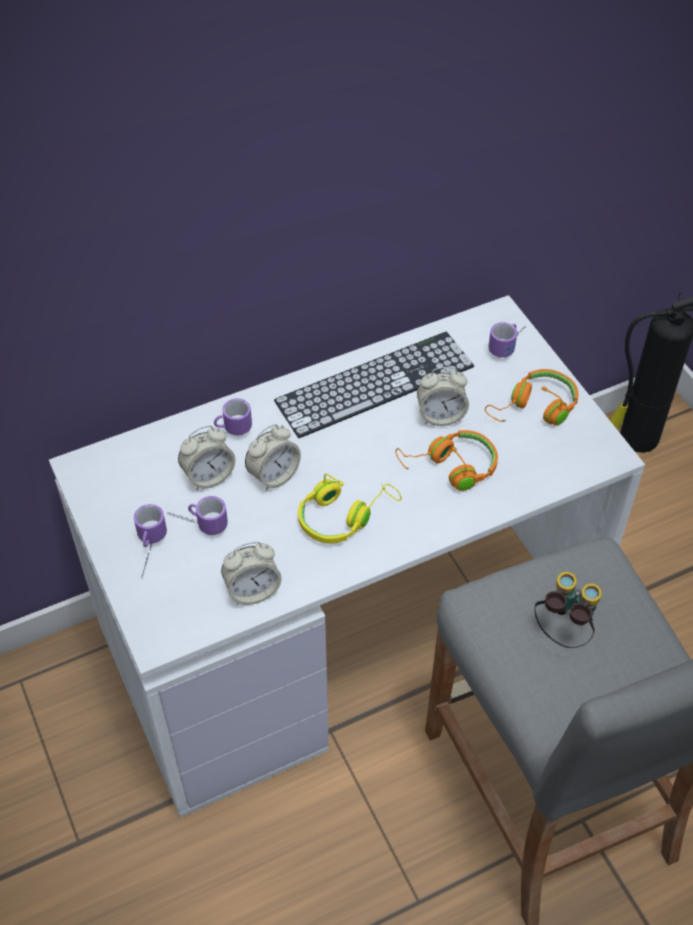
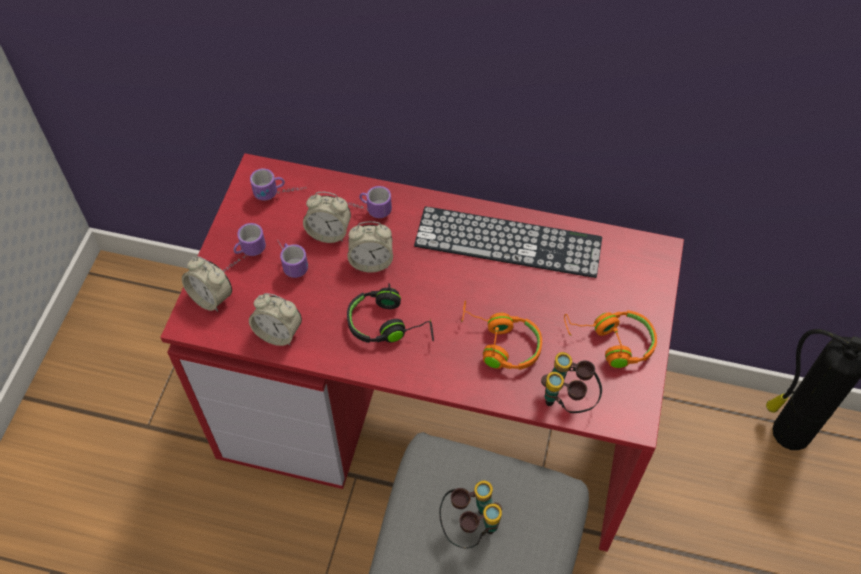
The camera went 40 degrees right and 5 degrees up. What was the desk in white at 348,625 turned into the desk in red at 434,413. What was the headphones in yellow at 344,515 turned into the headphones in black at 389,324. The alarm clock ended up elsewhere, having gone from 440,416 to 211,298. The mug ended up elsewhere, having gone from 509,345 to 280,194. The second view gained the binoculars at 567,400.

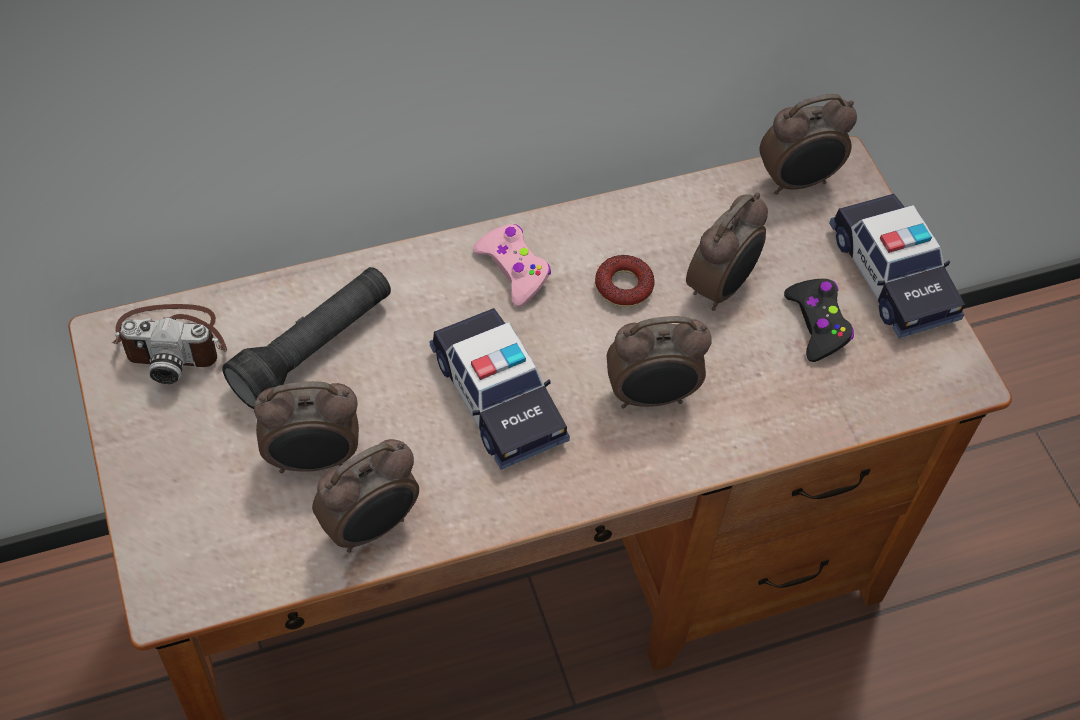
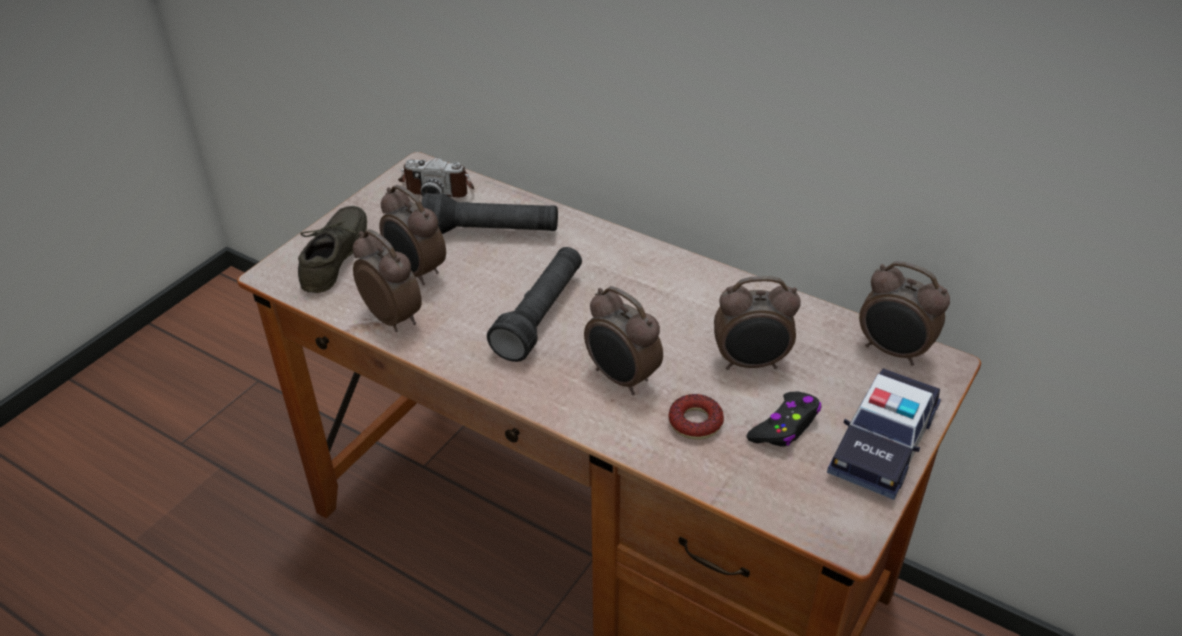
The camera went 55 degrees right and 15 degrees down. The photo camera at 173,342 ended up facing another way, 45 degrees counterclockwise from before. The alarm clock at 371,527 ended up facing another way, 150 degrees counterclockwise from before. Where the toy car stood at 498,397, the flashlight in black came to stand at 541,315. The second view lost the game controller in pink at 513,269. The donut ended up elsewhere, having gone from 624,286 to 695,422. The second view gained the shoe in grey at 339,258.

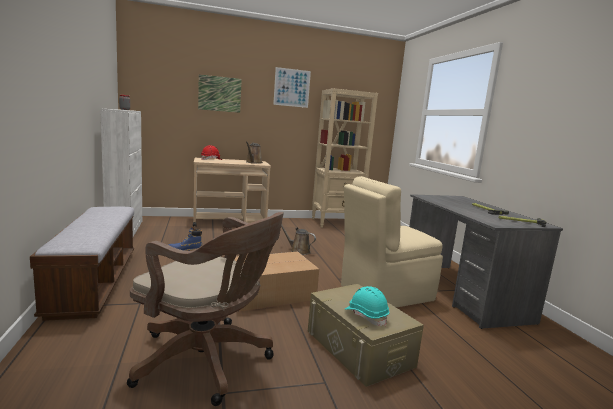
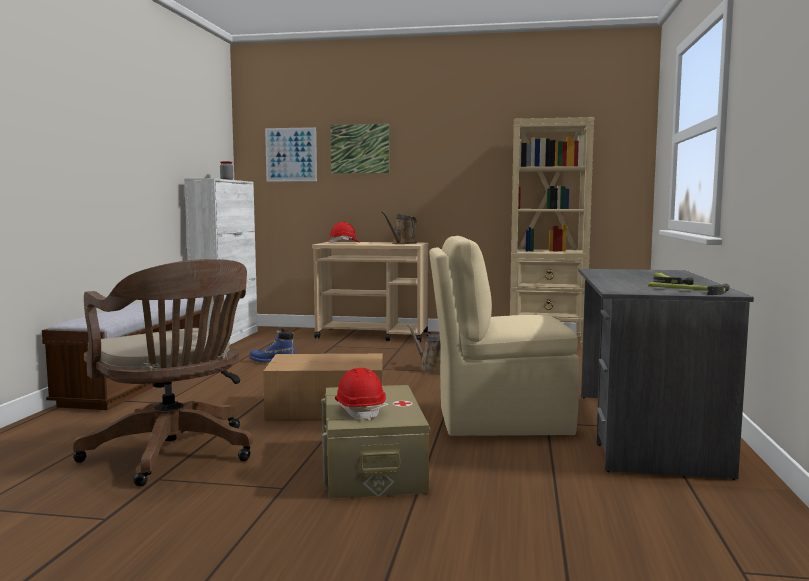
The camera went 25 degrees right and 5 degrees down. The picture ended up elsewhere, having gone from 292,87 to 291,154. What was the hard hat in turquoise at 366,316 turned into the hard hat in red at 360,410.

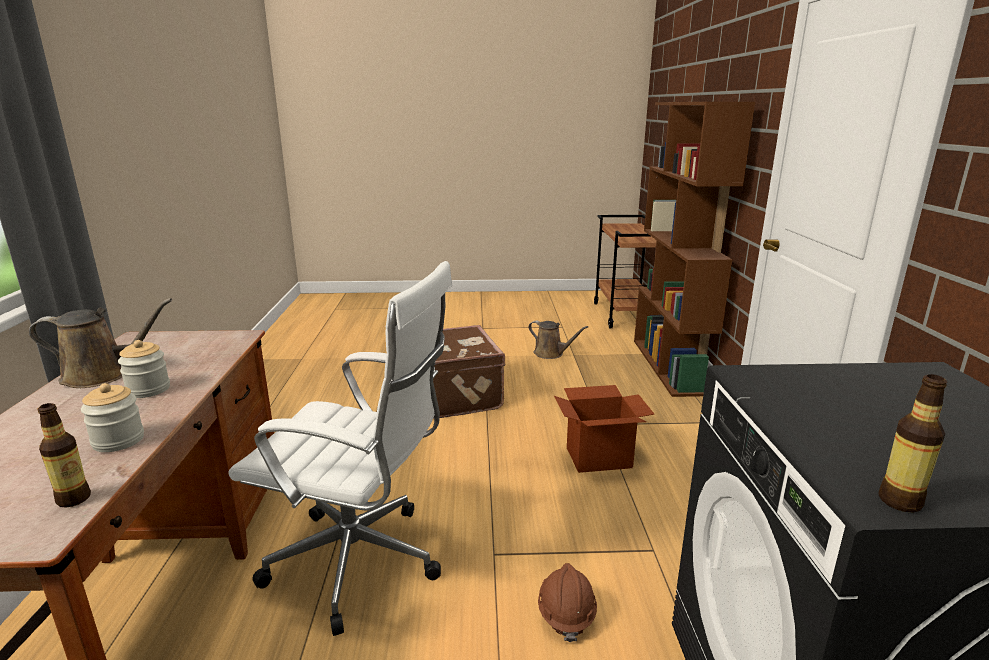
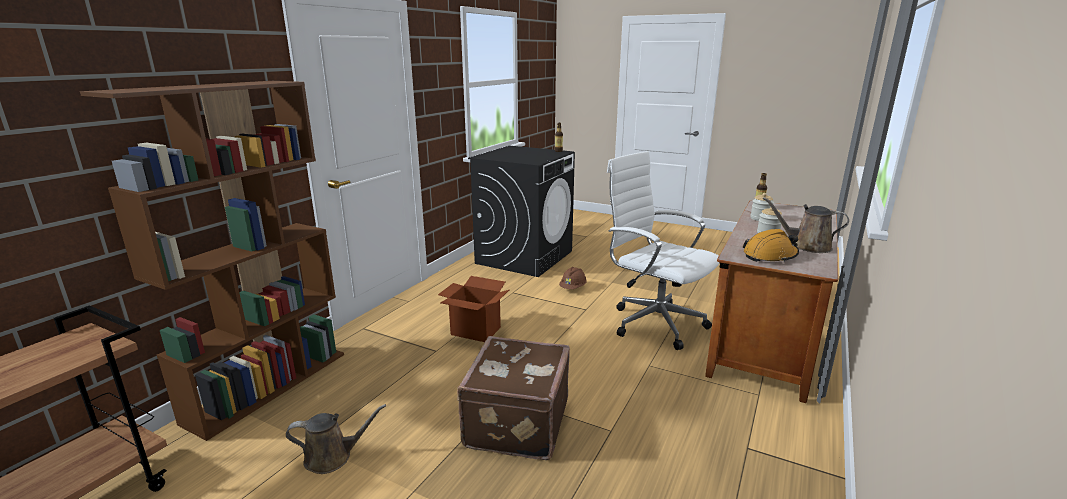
The camera went 150 degrees left and 0 degrees up. The watering can in brown at 551,354 ended up facing another way, 105 degrees clockwise from before. The second view gained the hard hat in orange at 770,256.

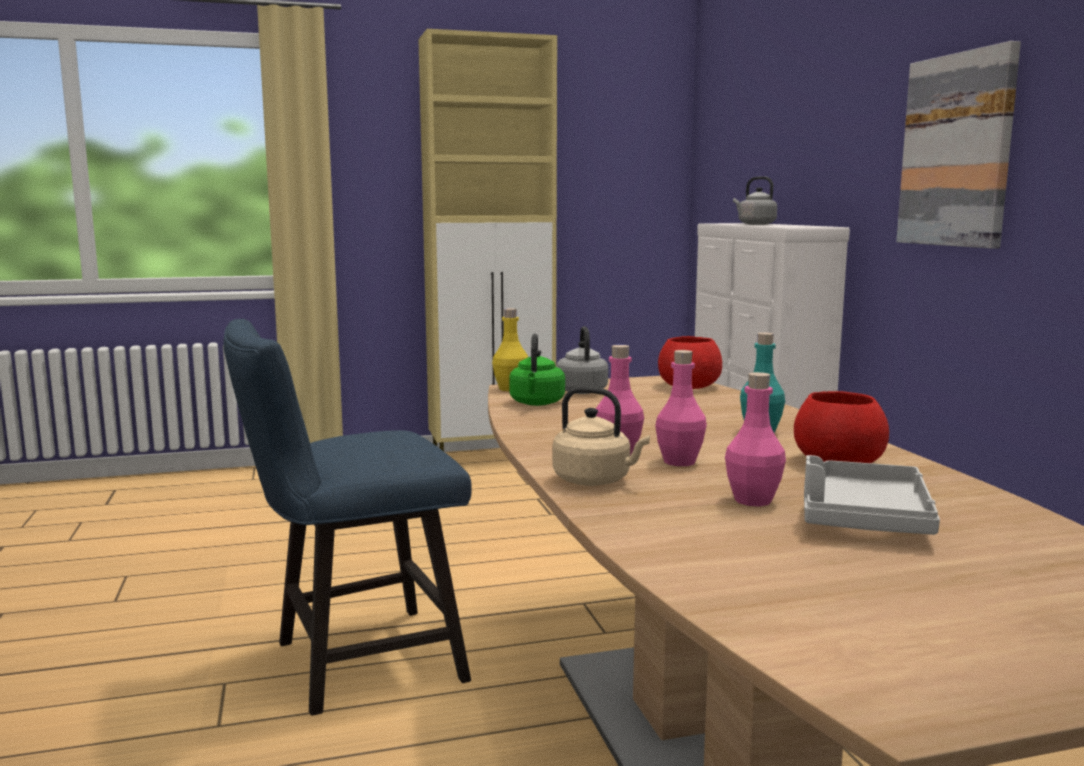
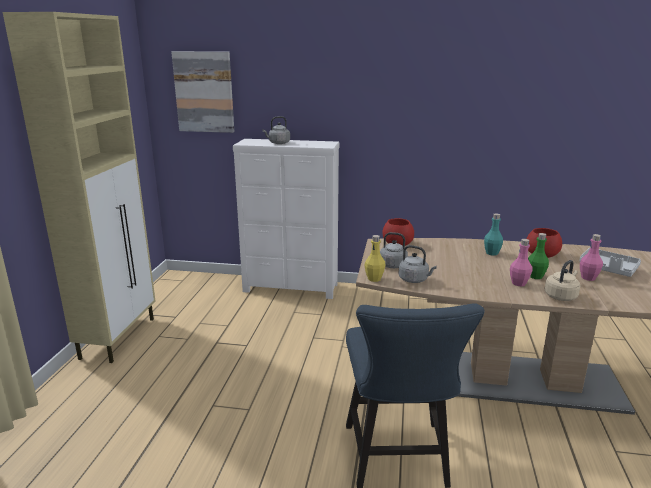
The camera went 65 degrees left and 10 degrees up. What was the kettle in green at 536,403 turned into the kettle in grey at 414,280. What was the bottle in pink at 679,462 turned into the bottle in green at 535,276. The picture ended up elsewhere, having gone from 957,151 to 204,92.

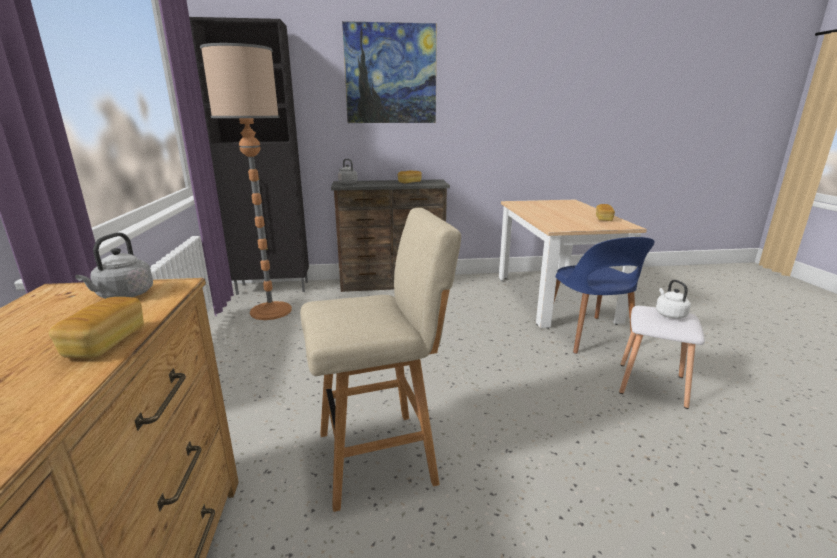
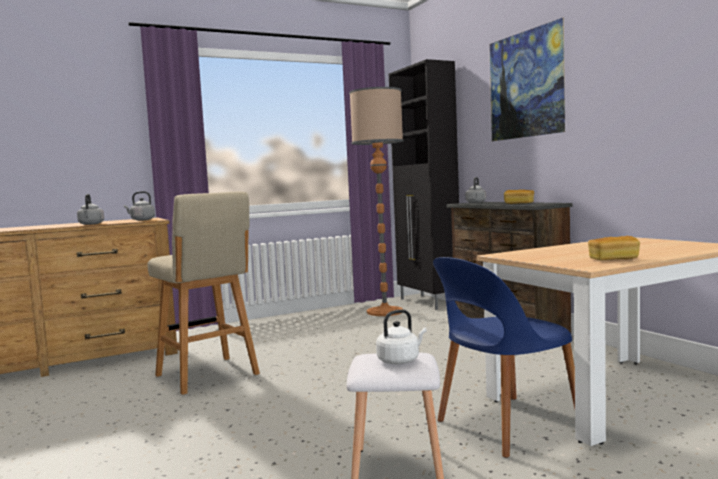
The camera went 70 degrees right and 15 degrees down. Where the bread stood at 106,343, the kettle in grey came to stand at 91,224.

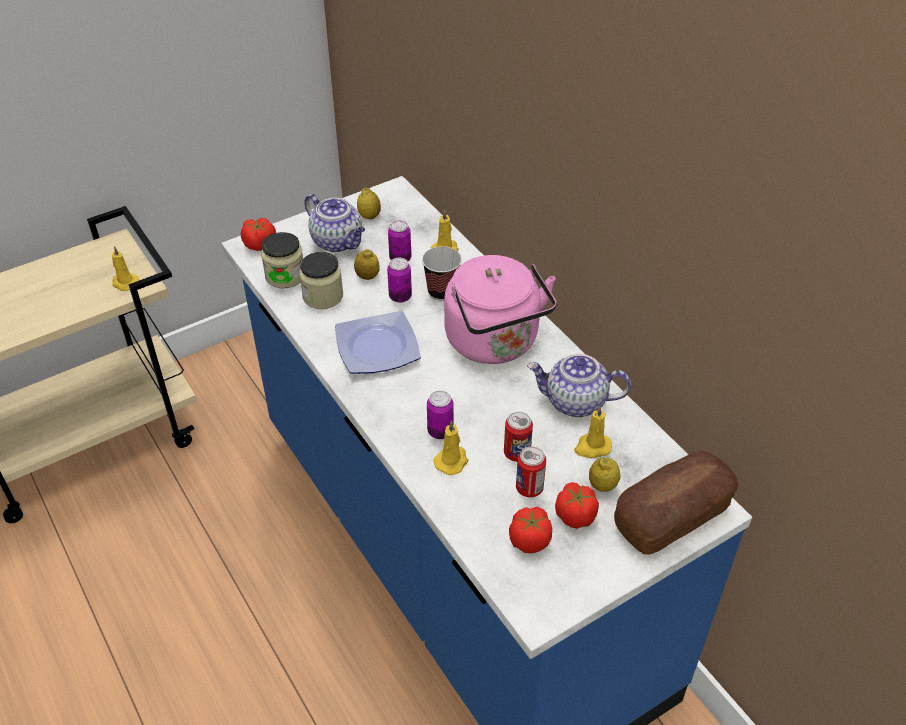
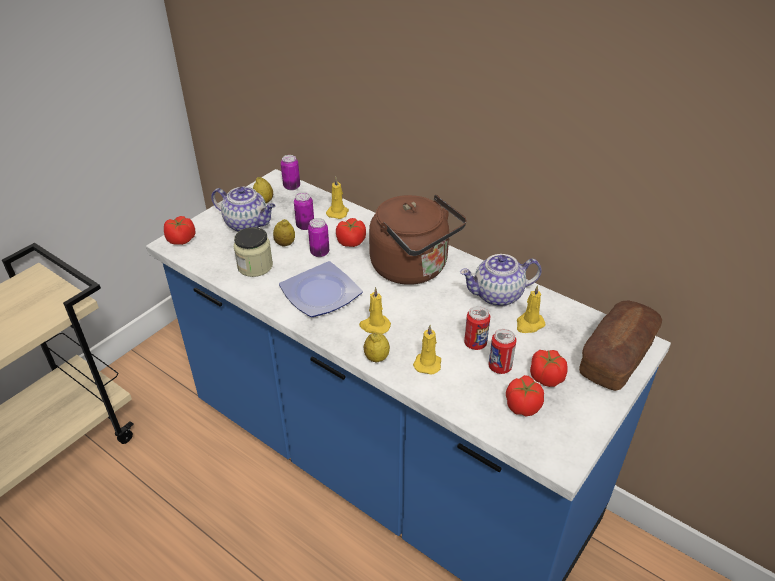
The camera went 20 degrees left and 5 degrees down. The candle in yellow ended up elsewhere, having gone from 124,283 to 374,326. The second view lost the jar at 285,276. Where the cup stood at 442,292, the tomato came to stand at 351,242. The can ended up elsewhere, having gone from 440,431 to 291,186. What was the kettle in pink at 495,343 turned into the kettle in brown at 413,268. The lemon ended up elsewhere, having gone from 602,485 to 376,358.

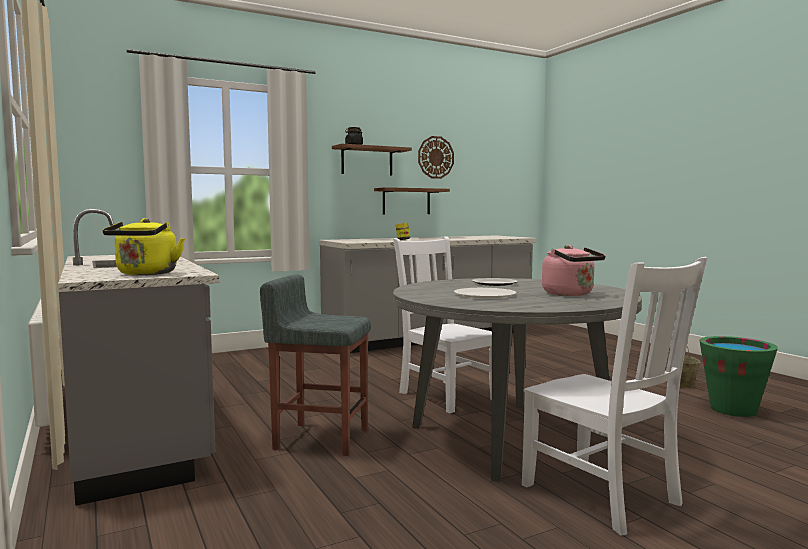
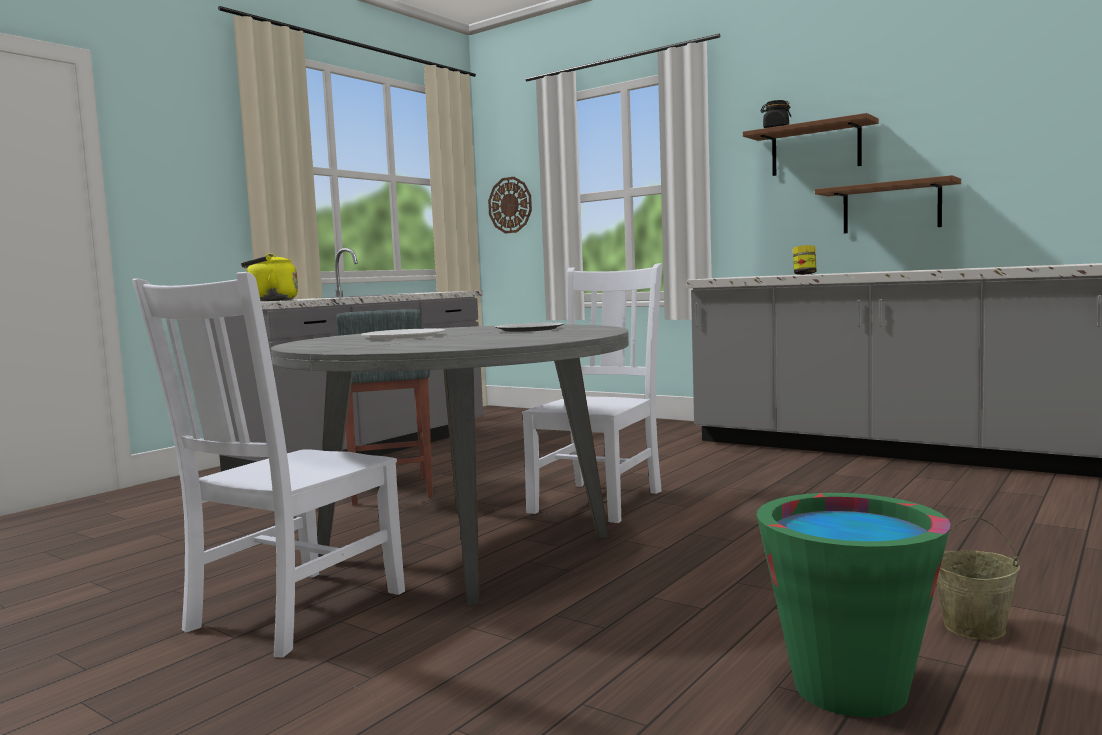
The camera went 65 degrees right and 0 degrees up. The wall clock ended up elsewhere, having gone from 435,157 to 510,205. The second view lost the kettle in pink at 570,294.

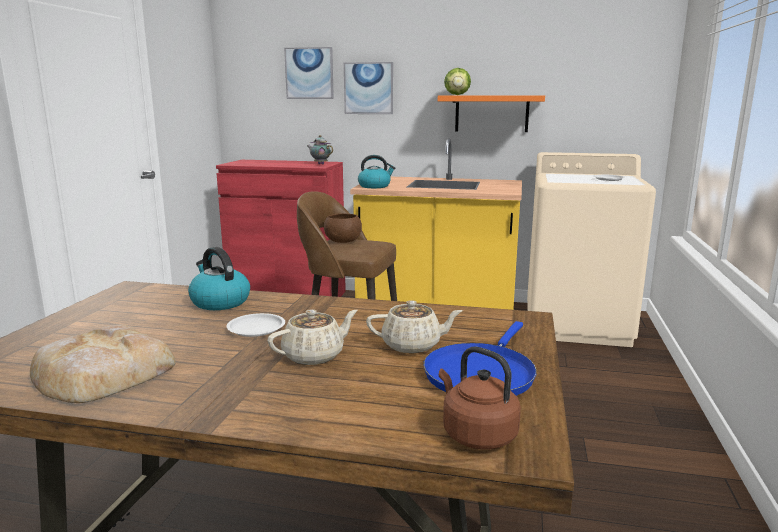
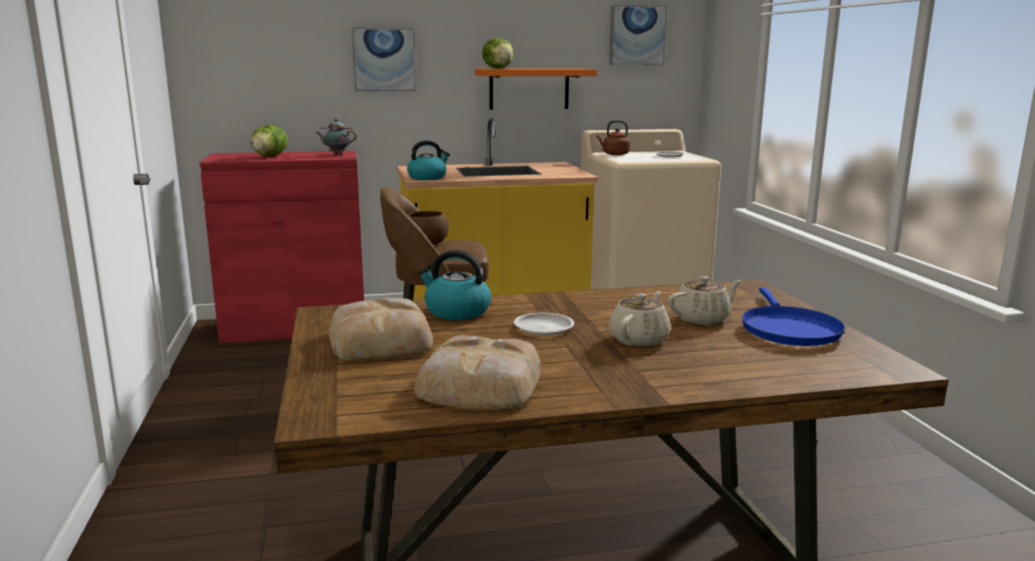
The camera went 25 degrees left and 0 degrees up. The picture ended up elsewhere, having gone from 309,73 to 637,35. The kettle in brown ended up elsewhere, having gone from 476,434 to 614,154. The second view gained the lettuce at 269,156. The second view gained the bread at 381,340.

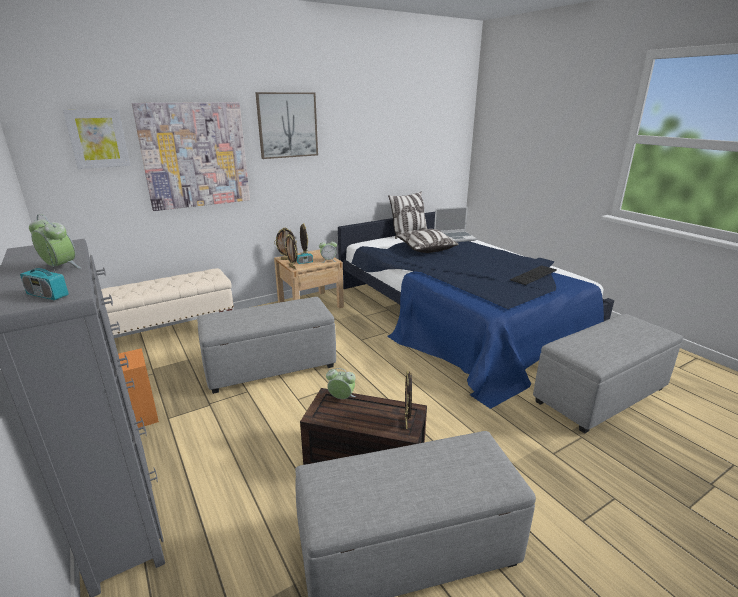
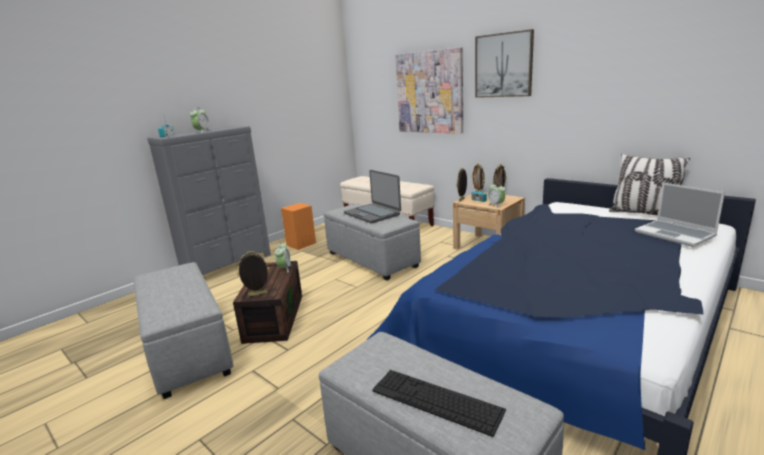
The camera went 75 degrees right and 5 degrees down. The second view lost the picture at 98,138. The second view lost the pillow at 425,249. The keyboard ended up elsewhere, having gone from 533,275 to 436,400. The second view gained the laptop at 372,214.

